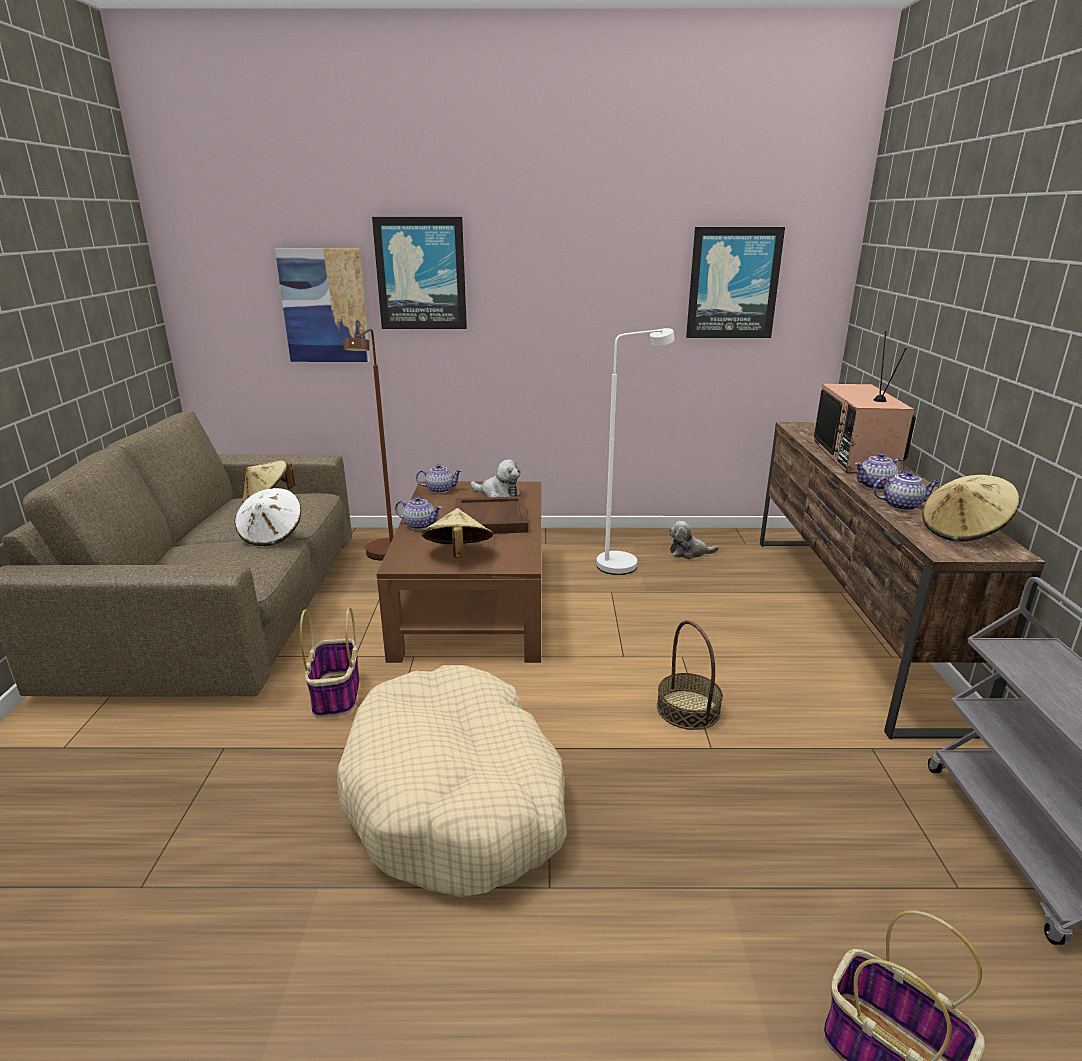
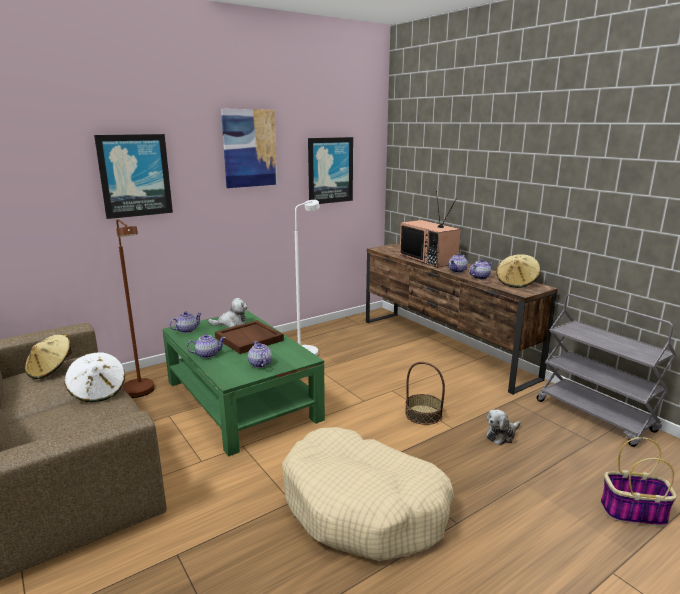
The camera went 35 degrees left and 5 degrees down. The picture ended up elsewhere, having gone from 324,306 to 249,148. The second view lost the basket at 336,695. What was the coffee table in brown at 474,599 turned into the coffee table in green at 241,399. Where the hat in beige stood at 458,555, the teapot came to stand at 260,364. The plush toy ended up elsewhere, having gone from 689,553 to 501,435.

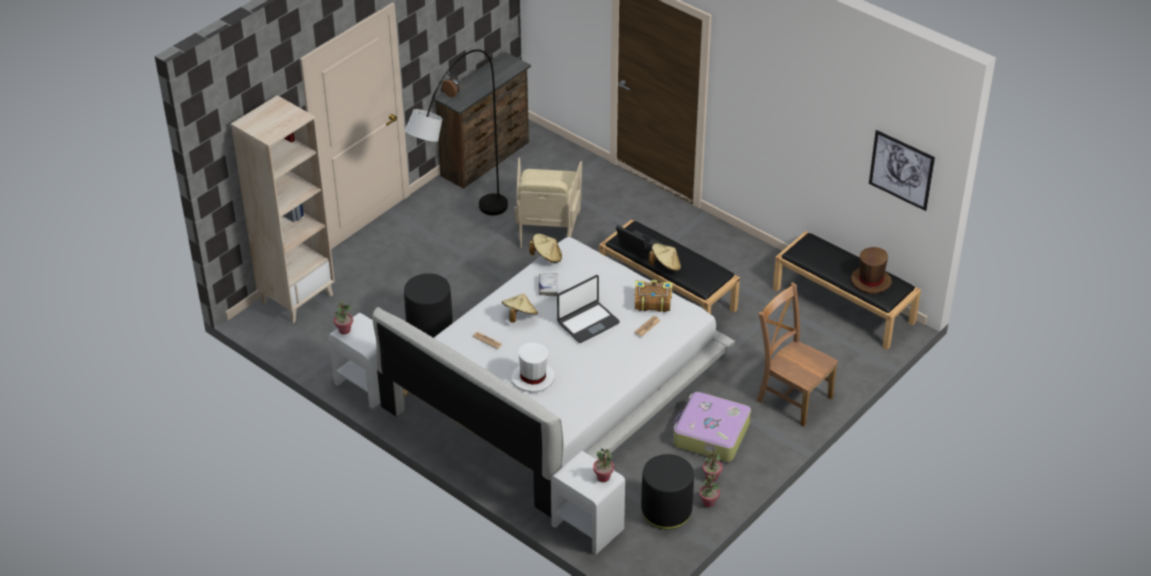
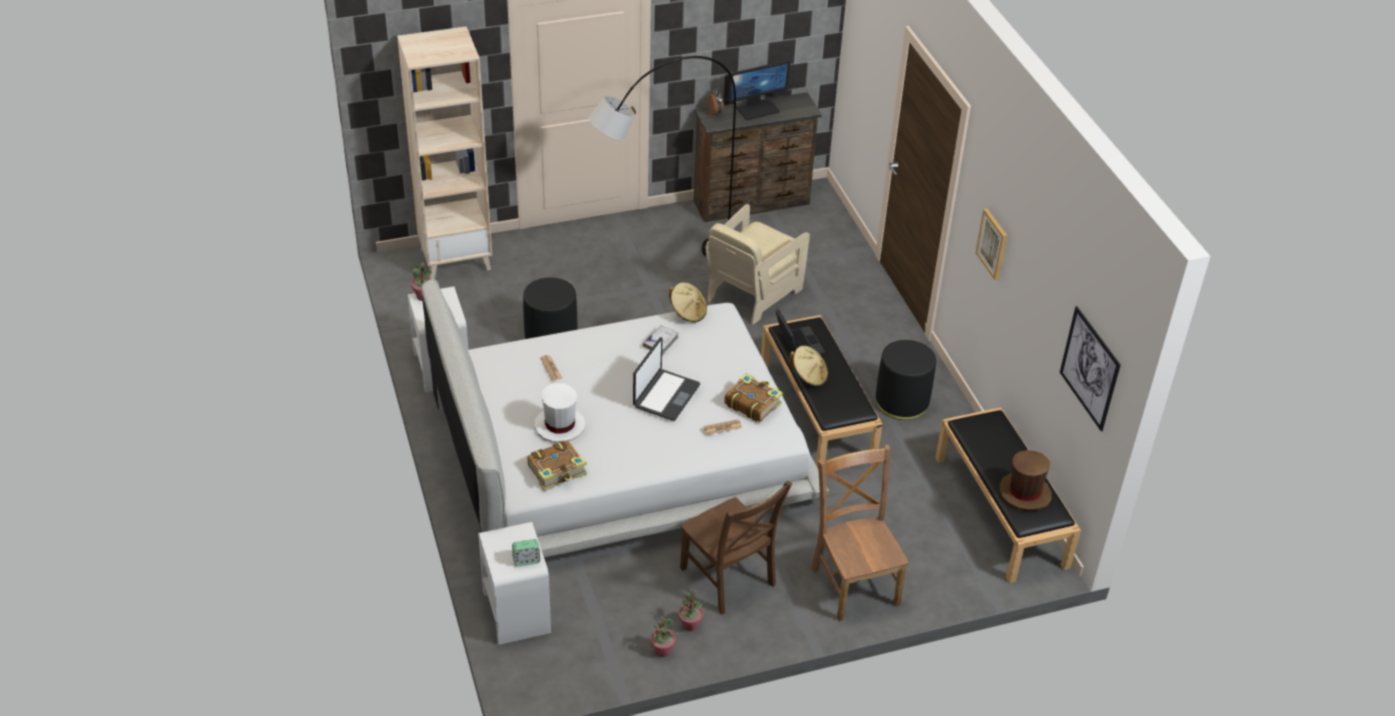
The camera went 30 degrees right and 0 degrees up. The second view lost the hat in beige at 519,316. The laptop at 588,322 ended up facing another way, 60 degrees counterclockwise from before. Where the potted plant stood at 603,477, the alarm clock came to stand at 526,560. The ottoman in black ended up elsewhere, having gone from 666,511 to 902,402. Where the suitcase stood at 710,435, the chair in brown came to stand at 729,579. The second view gained the book at 557,471. The second view gained the monitor at 757,109. The second view gained the picture at 993,243.

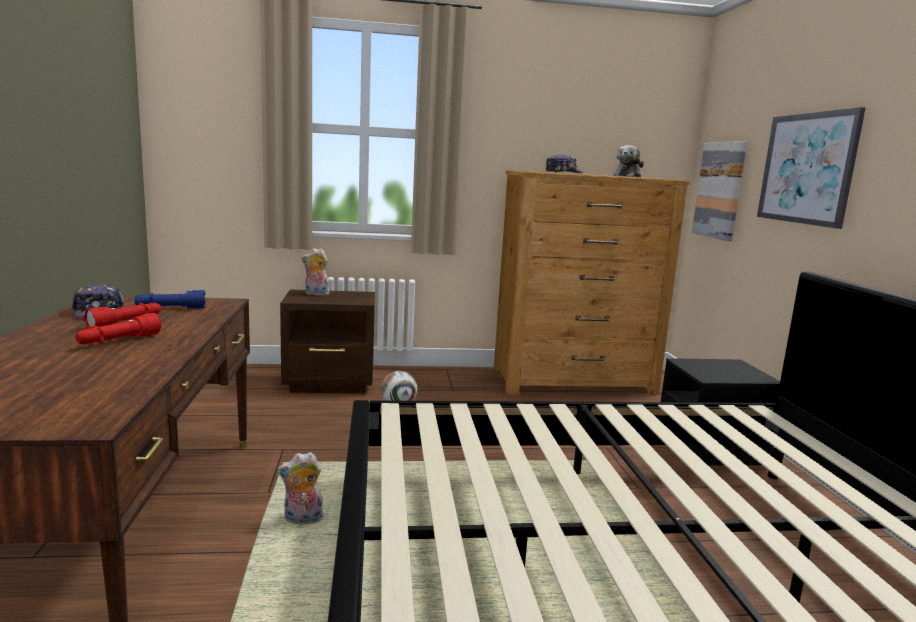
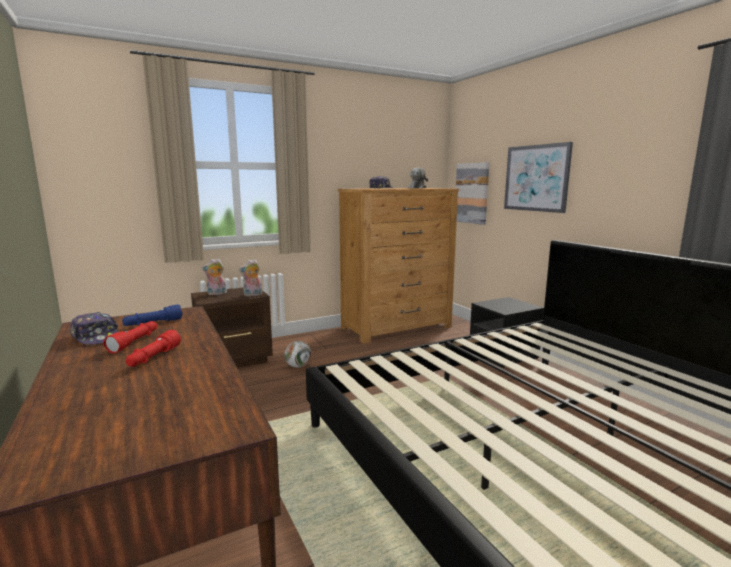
The camera went 20 degrees left and 0 degrees up. The plush toy ended up elsewhere, having gone from 302,520 to 252,295.

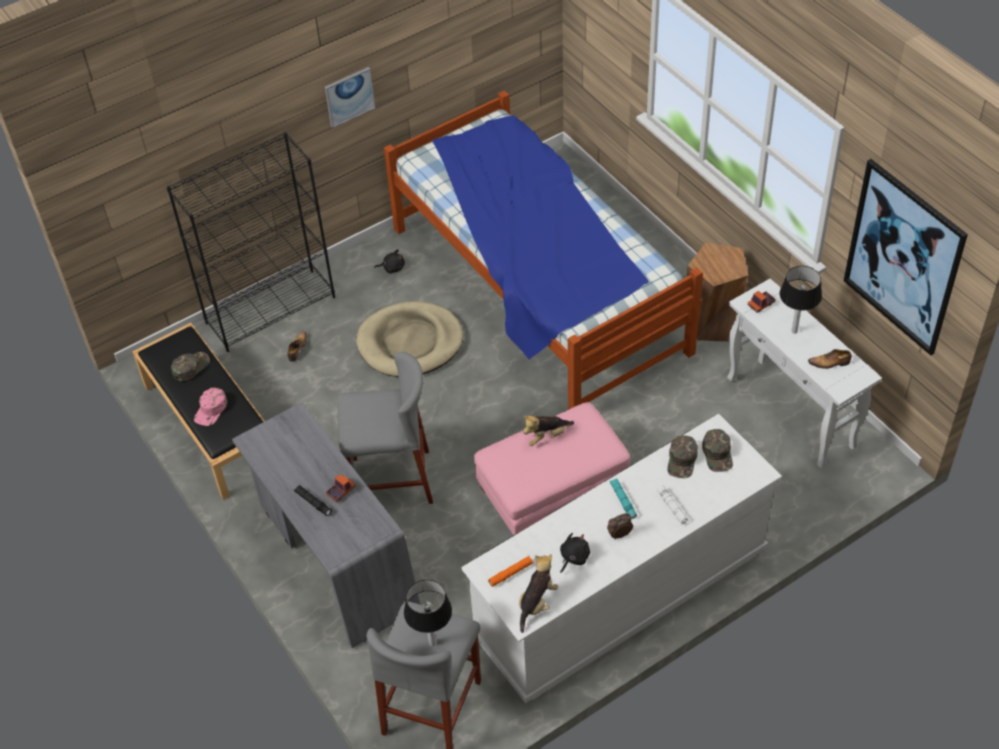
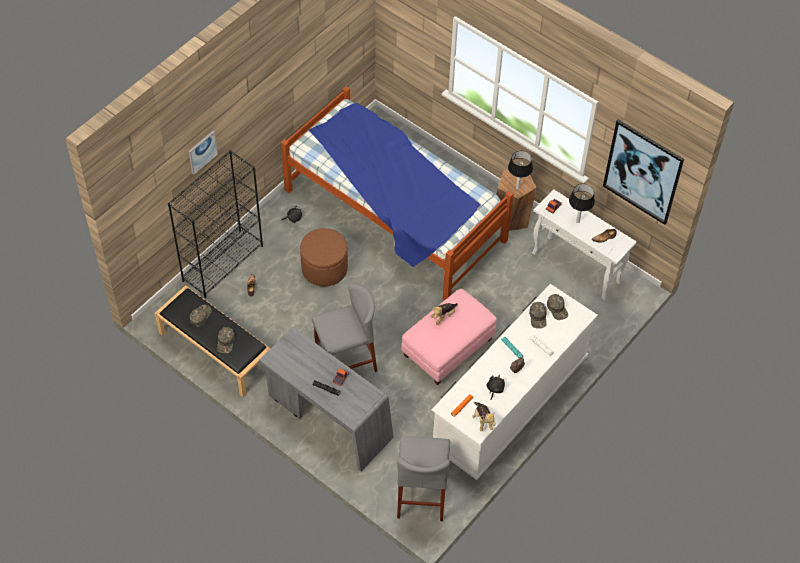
The camera went 20 degrees left and 5 degrees up. What was the cap in pink at 211,410 turned into the cap in green at 226,342. The picture ended up elsewhere, having gone from 349,96 to 202,152. Where the dog bed in beige stood at 410,343, the ottoman in brown came to stand at 324,268. The table lamp ended up elsewhere, having gone from 432,643 to 517,188. The plush toy at 537,602 ended up facing another way, 150 degrees clockwise from before.

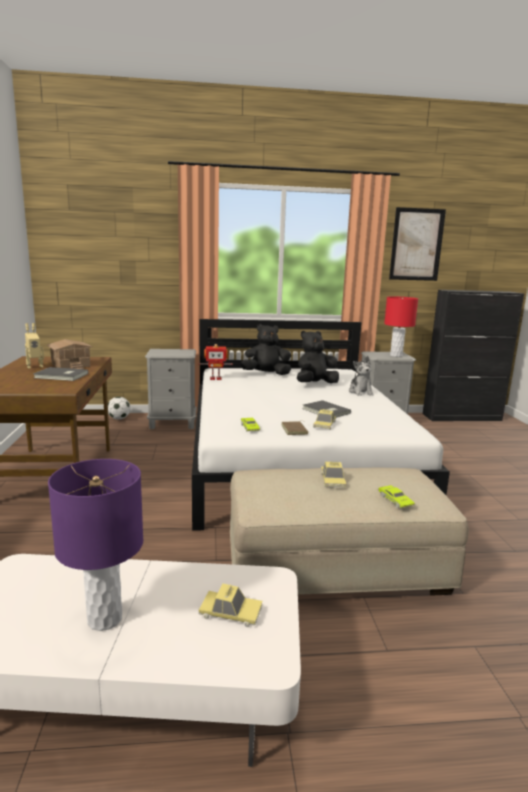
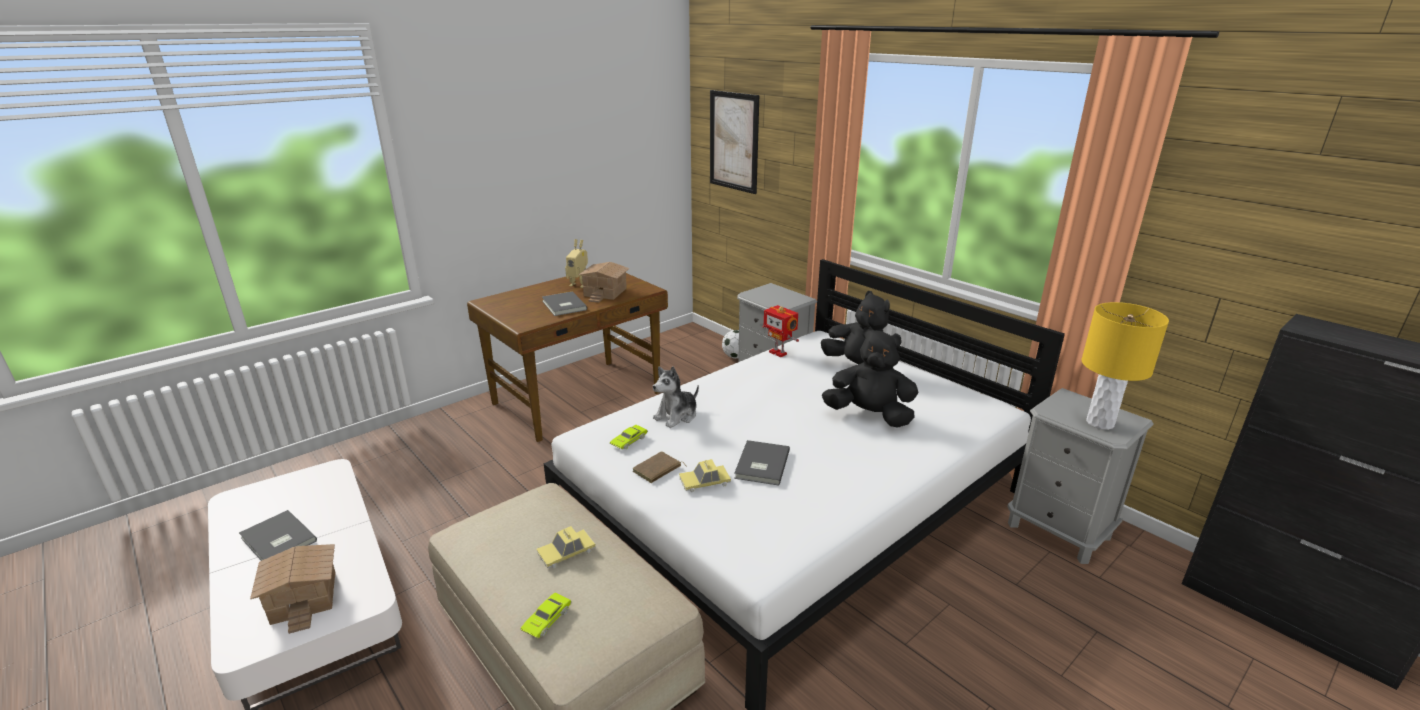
The camera went 55 degrees right and 10 degrees up. Where the table lamp in purple stood at 105,619, the book in grey came to stand at 277,541. Where the toy car stood at 230,613, the toy house came to stand at 306,597. The plush toy ended up elsewhere, having gone from 360,392 to 677,416. What was the table lamp in red at 396,355 turned into the table lamp in yellow at 1100,423. The picture ended up elsewhere, having gone from 416,244 to 734,141.

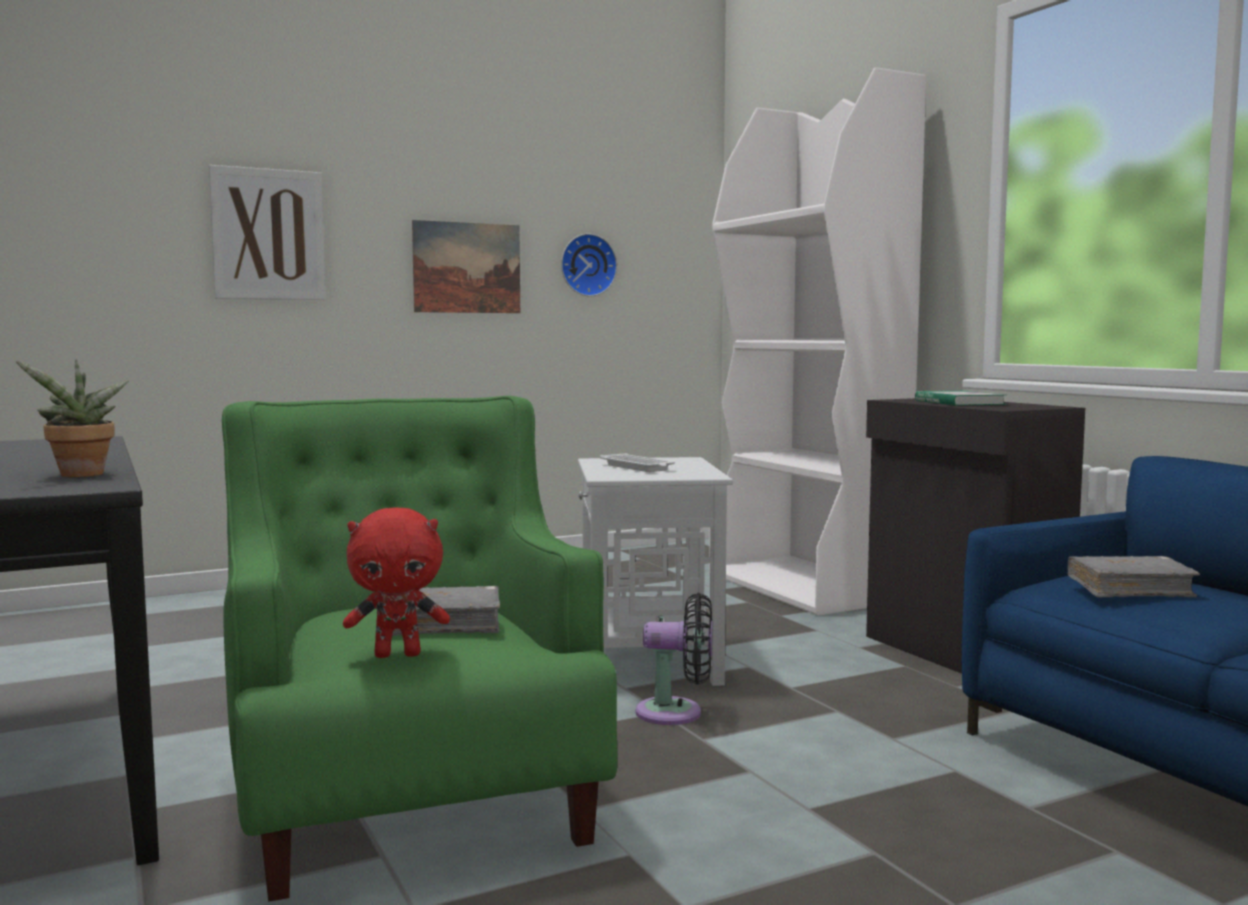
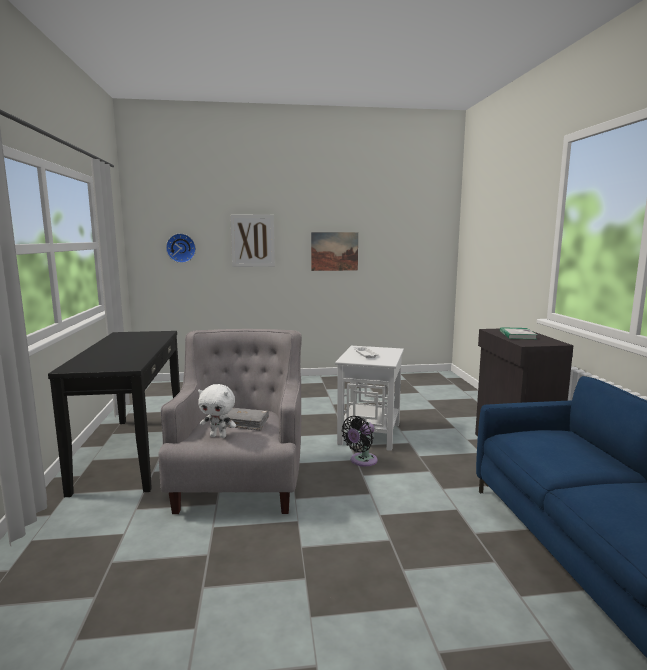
The camera went 20 degrees right and 5 degrees up. The second view lost the potted plant at 80,475. What was the armchair in green at 411,793 turned into the armchair in grey at 241,480. What was the plush toy in red at 398,654 turned into the plush toy in white at 218,436. The wall clock ended up elsewhere, having gone from 587,265 to 181,248. The fan in black at 676,713 ended up facing another way, 105 degrees clockwise from before. The second view lost the bookcase in white at 806,587. The second view lost the book in grey at 1129,590.

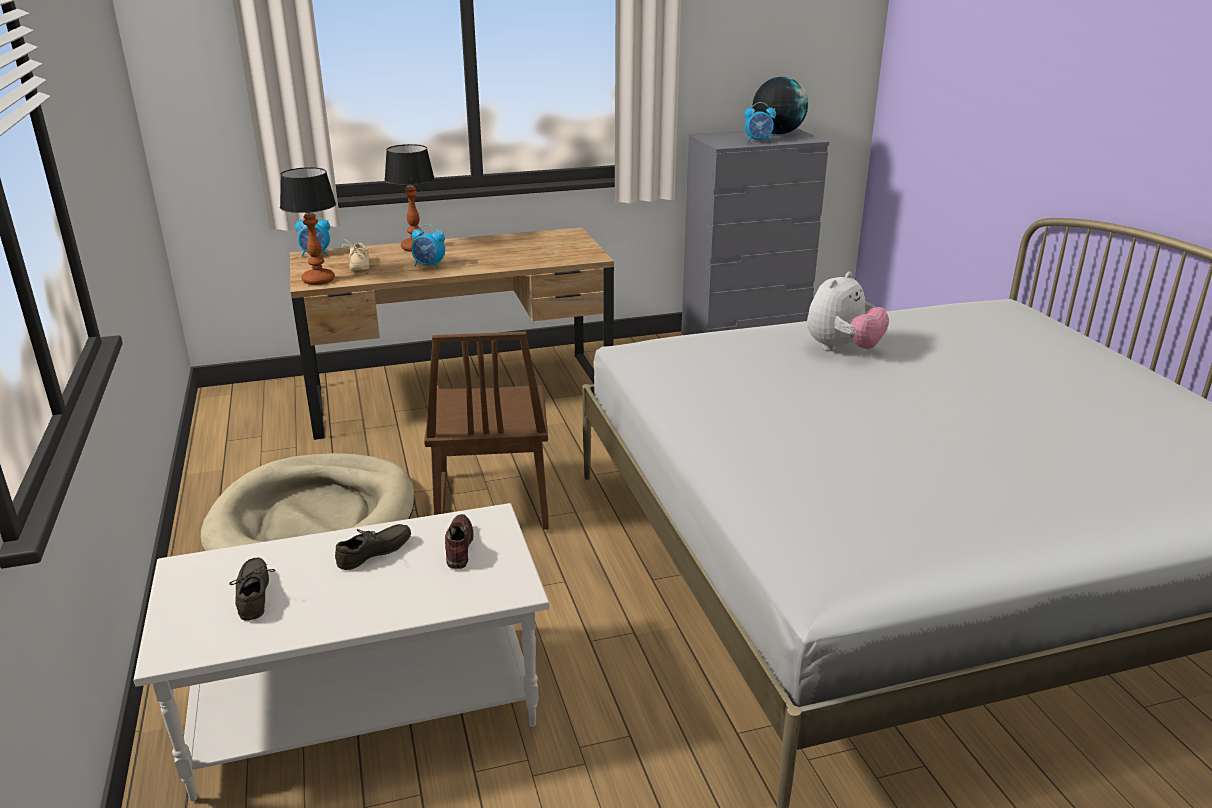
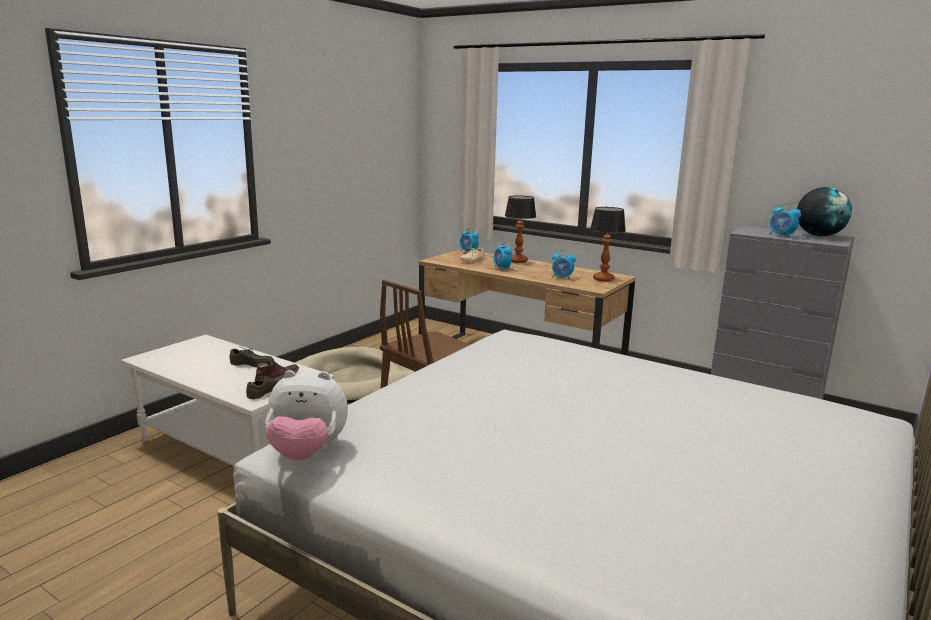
The camera went 50 degrees right and 10 degrees down. The shoe in grey ended up elsewhere, having gone from 257,594 to 270,391. The table lamp ended up elsewhere, having gone from 318,280 to 603,279. The plush toy ended up elsewhere, having gone from 842,349 to 307,453. The second view gained the alarm clock at 562,278.

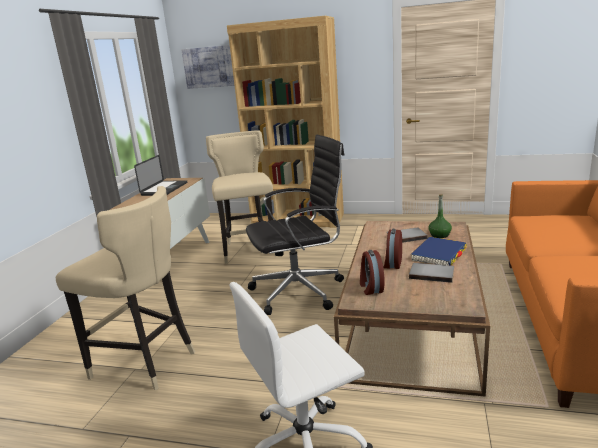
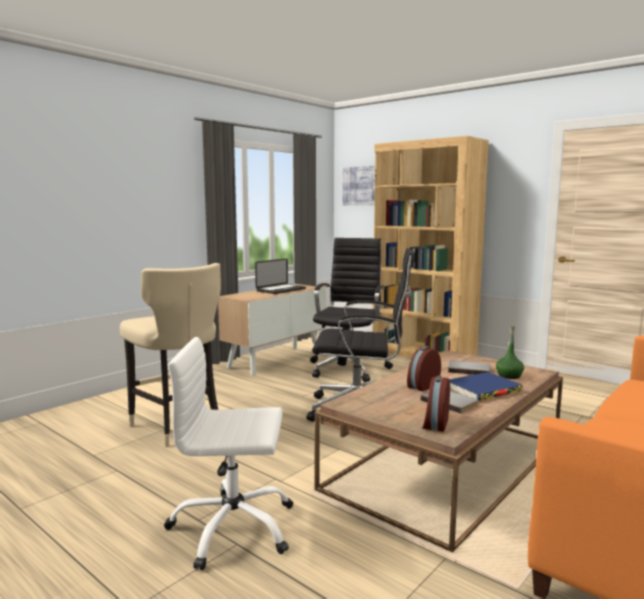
The camera went 25 degrees right and 10 degrees down. Where the stool in beige stood at 249,250, the office chair in black came to stand at 349,368. The alarm clock ended up elsewhere, having gone from 371,287 to 435,424.

